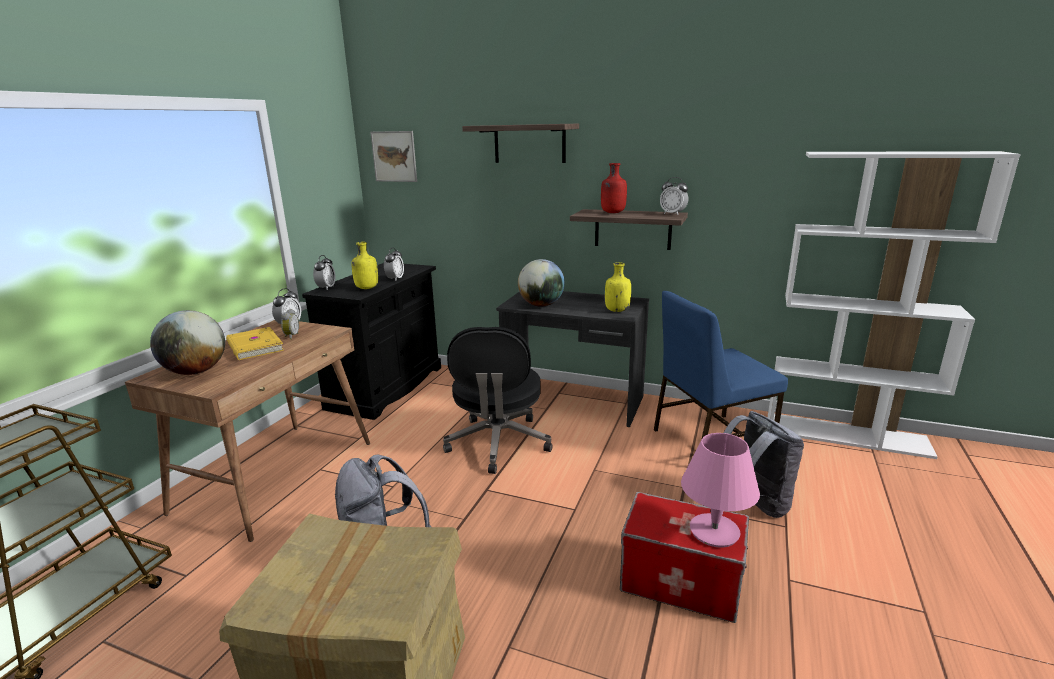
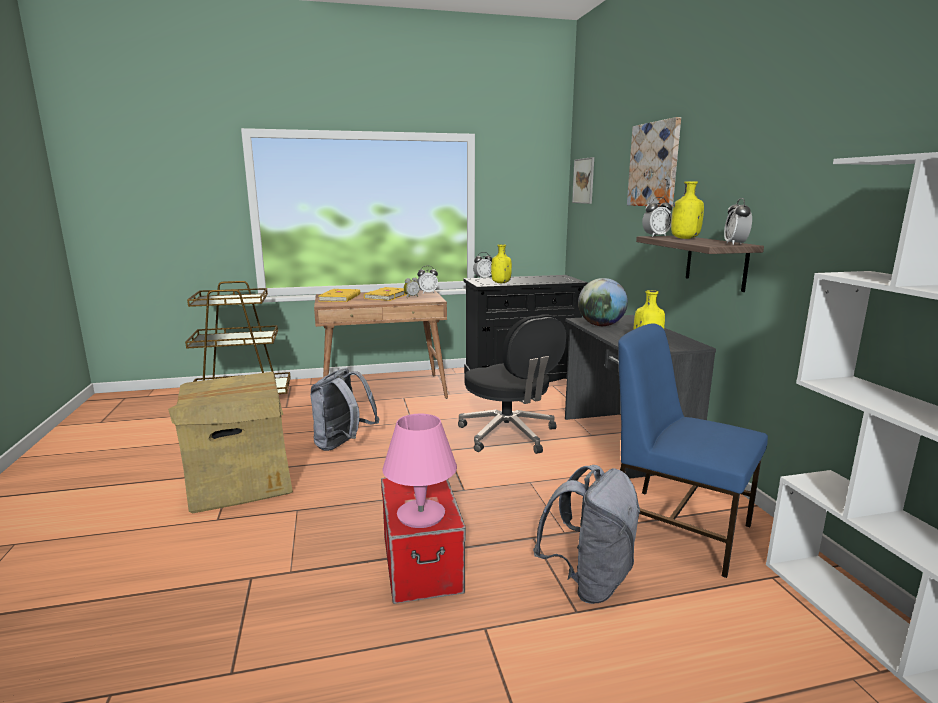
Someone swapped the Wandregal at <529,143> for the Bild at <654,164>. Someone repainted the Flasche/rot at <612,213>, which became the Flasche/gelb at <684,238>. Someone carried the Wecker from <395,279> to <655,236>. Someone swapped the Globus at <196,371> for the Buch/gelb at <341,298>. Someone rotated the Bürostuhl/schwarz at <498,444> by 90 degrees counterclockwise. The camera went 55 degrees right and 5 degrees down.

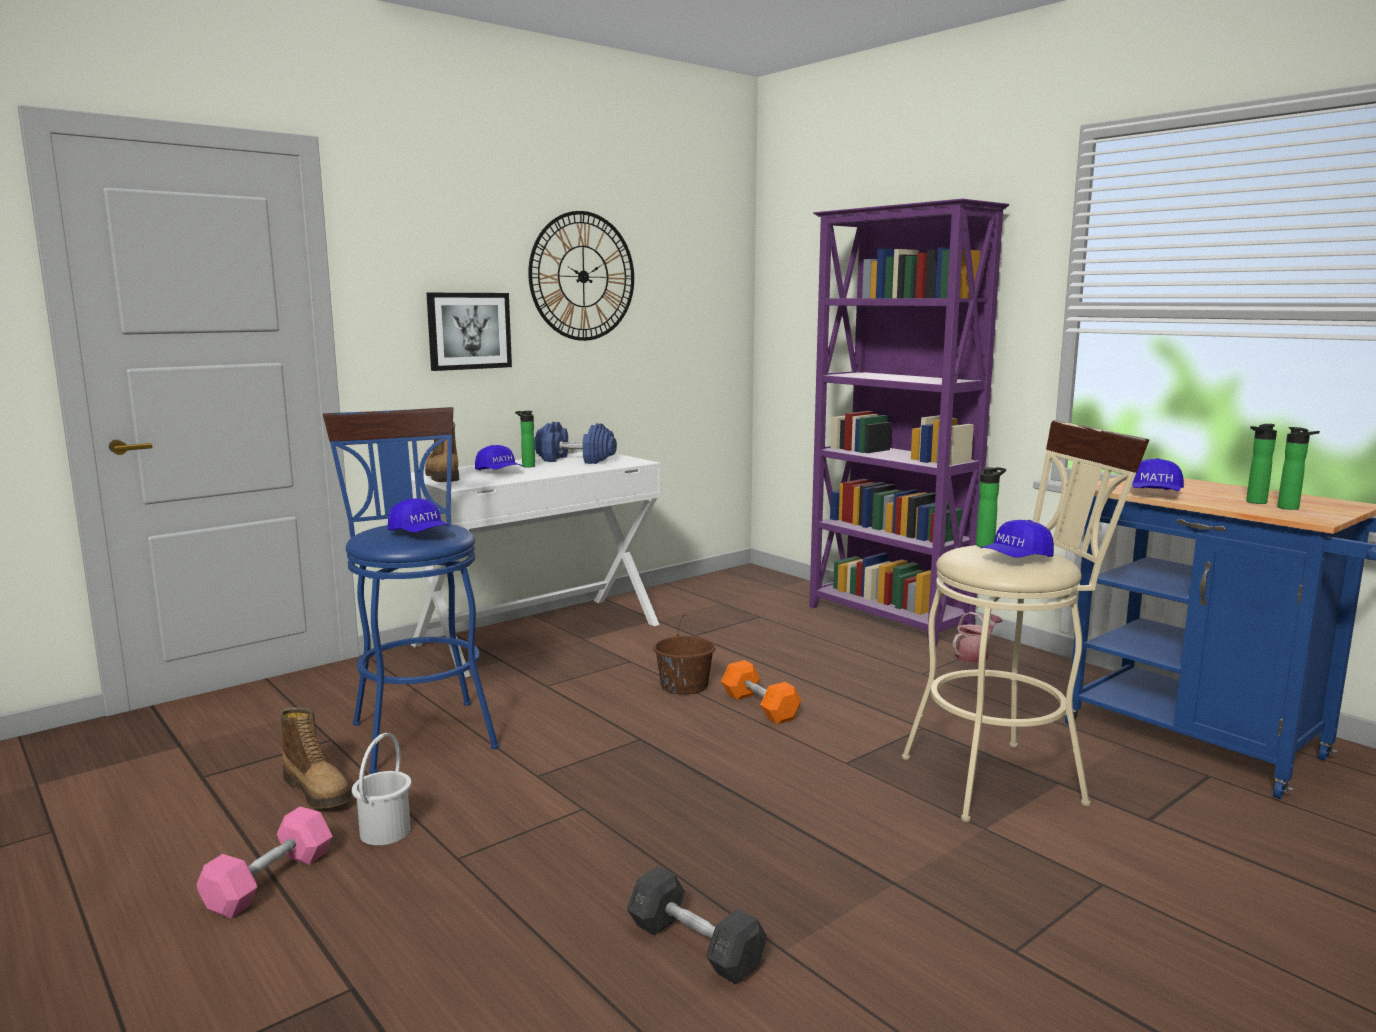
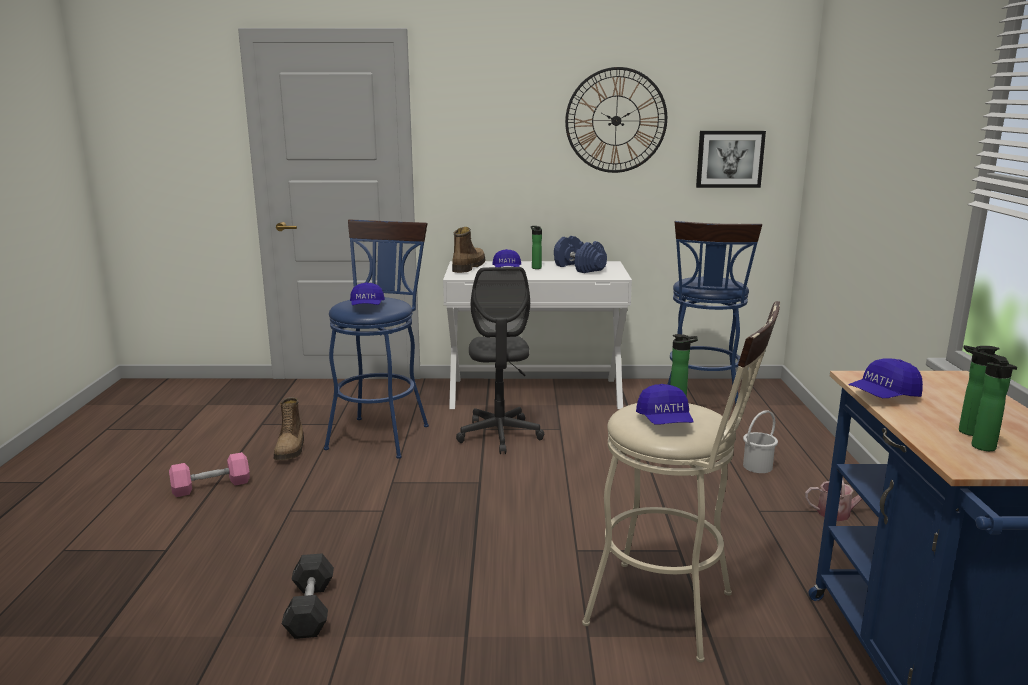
Someone took away the Bücherregal/lila at <888,620>. Someone carried the Bild from <469,331> to <729,159>. Someone rotated the Kappe/blau at <1016,559> by 105 degrees counterclockwise. Someone took away the Eimer/braun at <684,685>. Someone took away the Hantel/orange at <760,707>. Someone carried the Eimer/weiß from <386,832> to <758,467>. Someone put down the Hocker/blau at <702,406>. Someone put down the Bürostuhl/grau at <500,435>. The camera went 40 degrees right and 5 degrees up.

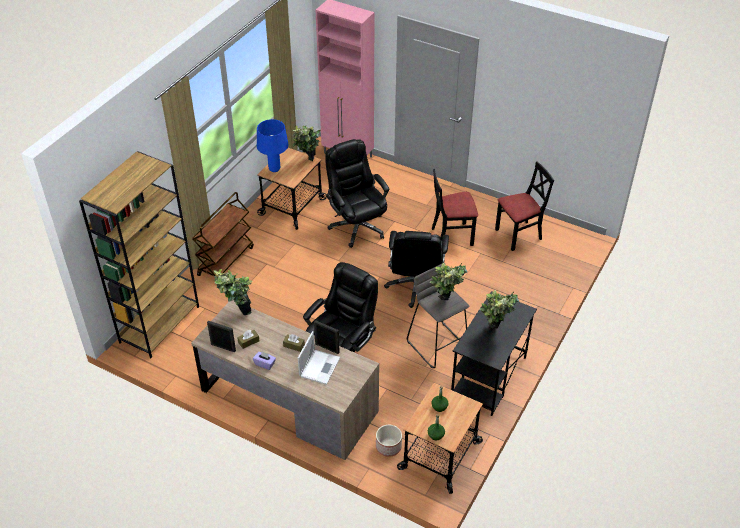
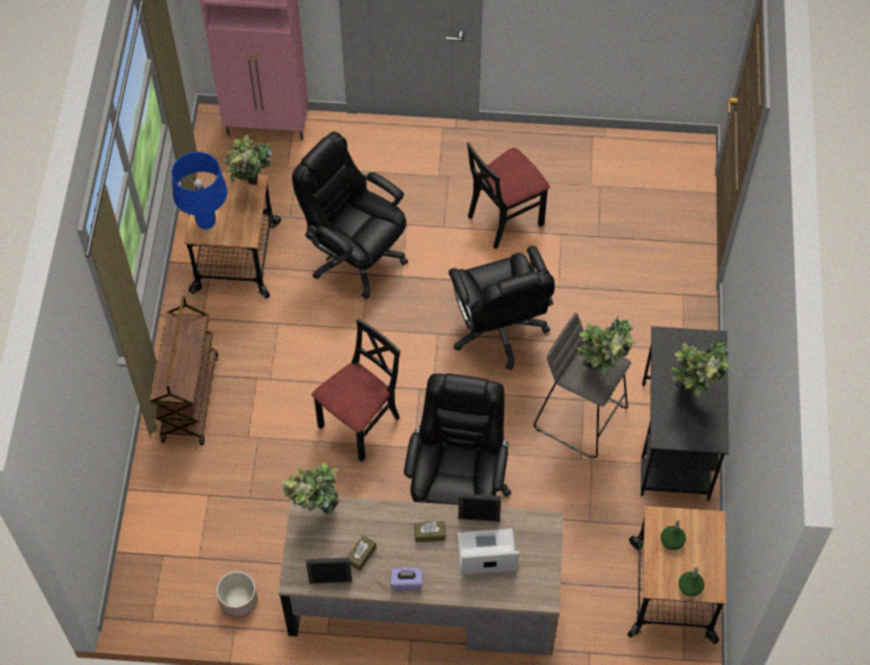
Someone took away the Bücherregal/braun at <159,324>. Someone carried the Stuhl/schwarz from <518,235> to <360,423>. Someone rotated the Laptop at <319,366> by 90 degrees counterclockwise. Someone carried the Pflanzkübel from <388,446> to <238,600>. The camera went 25 degrees left and 15 degrees up.

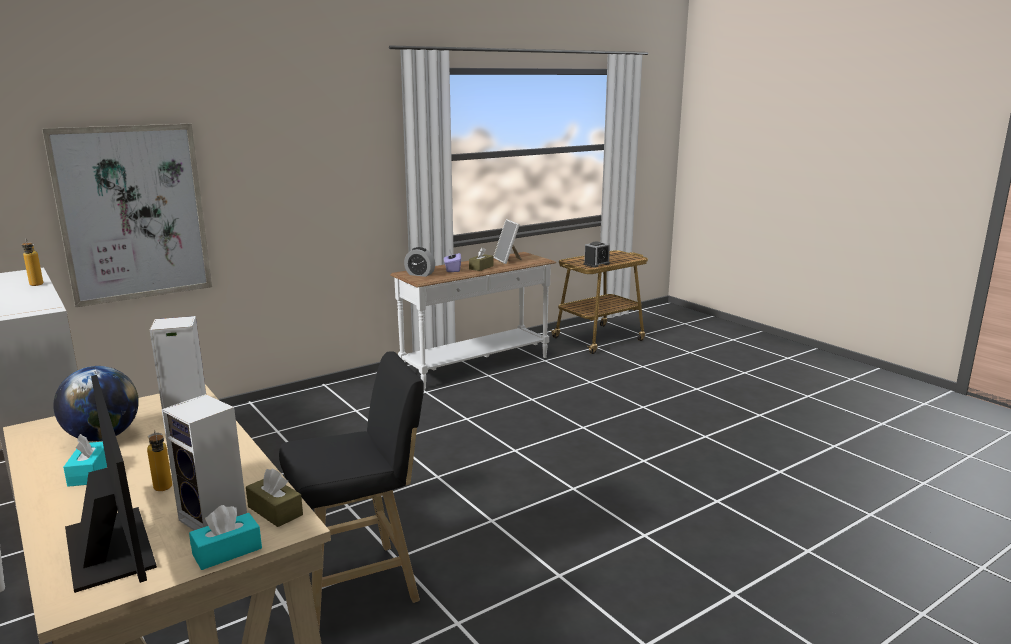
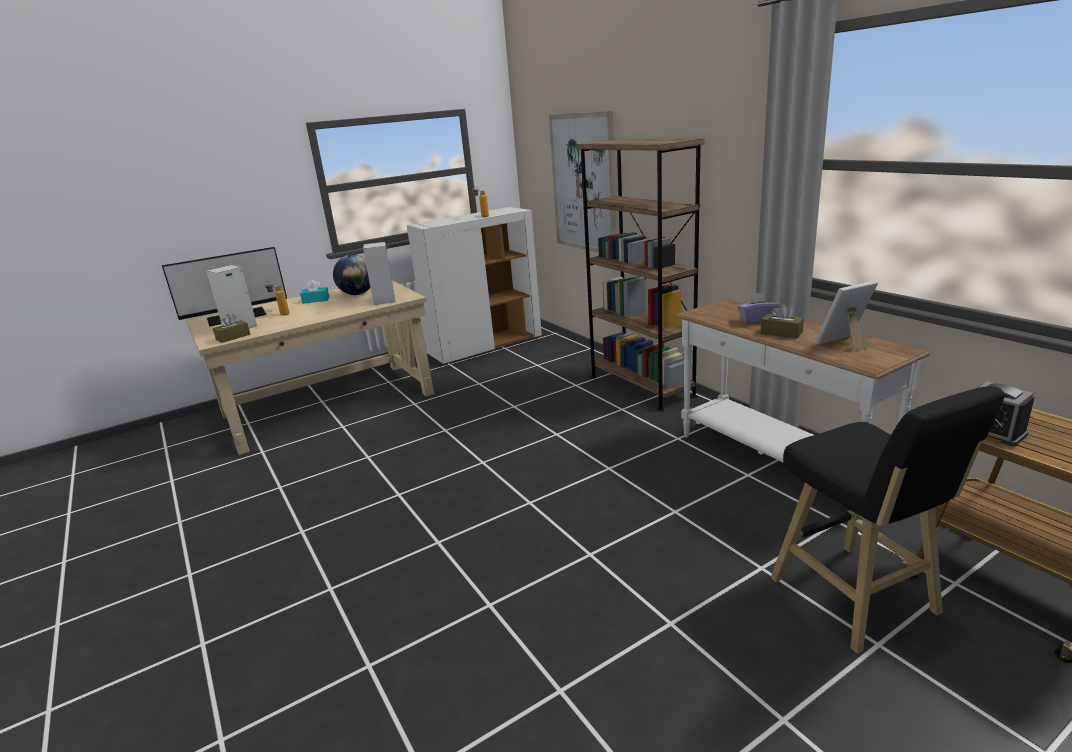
Someone took away the Wecker at <420,274>. Someone carried the Hocker/schwarz from <361,585> to <858,601>. Someone took away the Taschentuchbox/türkis at <227,551>. Someone put down the Bücherregal/braun at <641,386>. The camera went 95 degrees right and 5 degrees up.

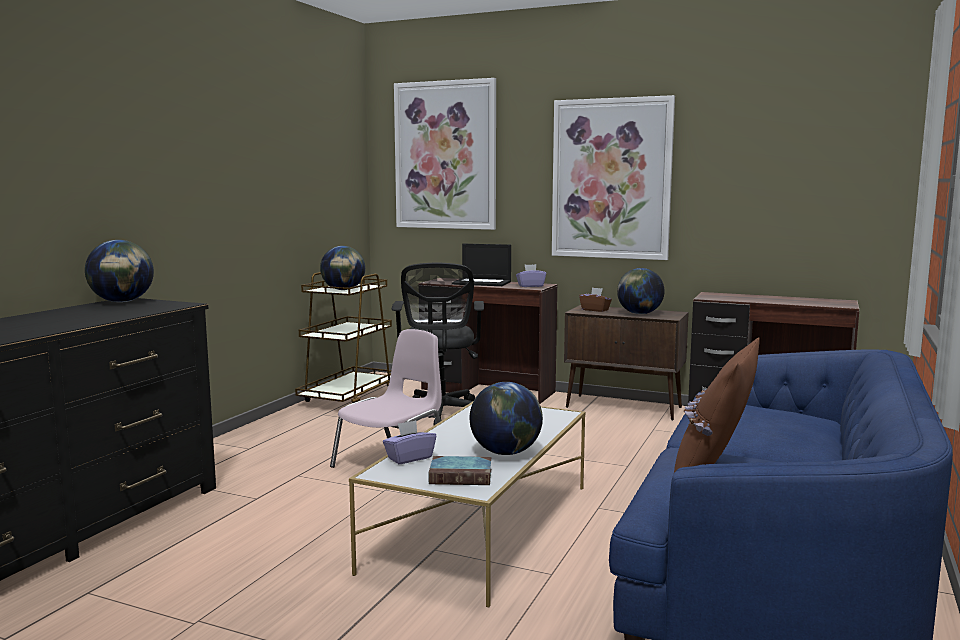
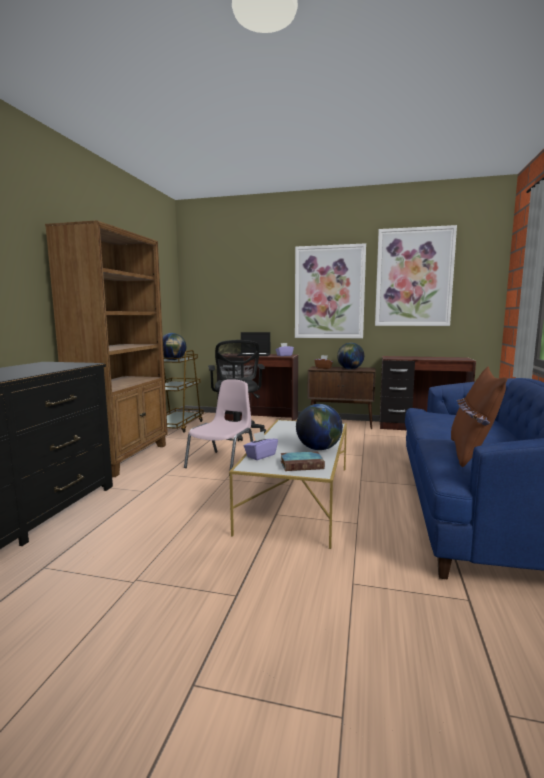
Someone carried the Bild from <445,155> to <414,277>. Someone took away the Globus at <122,302>. Someone put down the Bücherregal/braun at <124,457>. The camera went 10 degrees left and 0 degrees up.

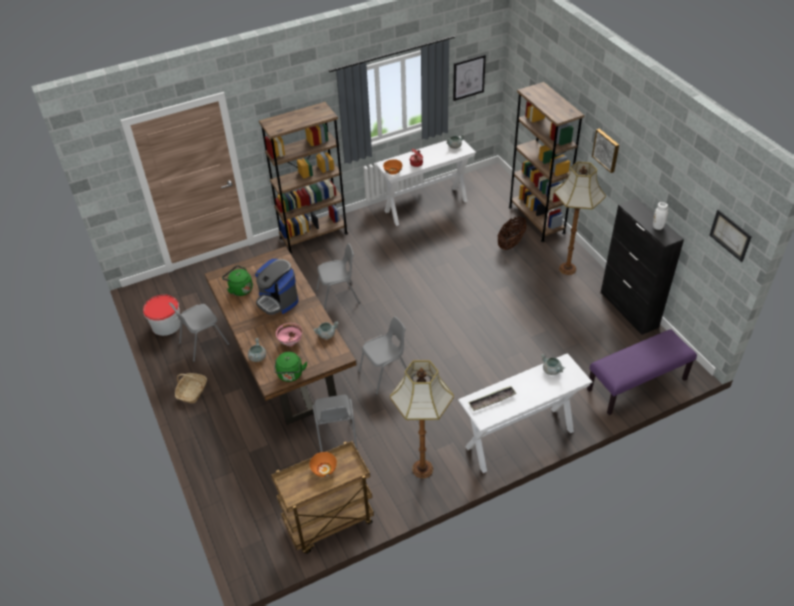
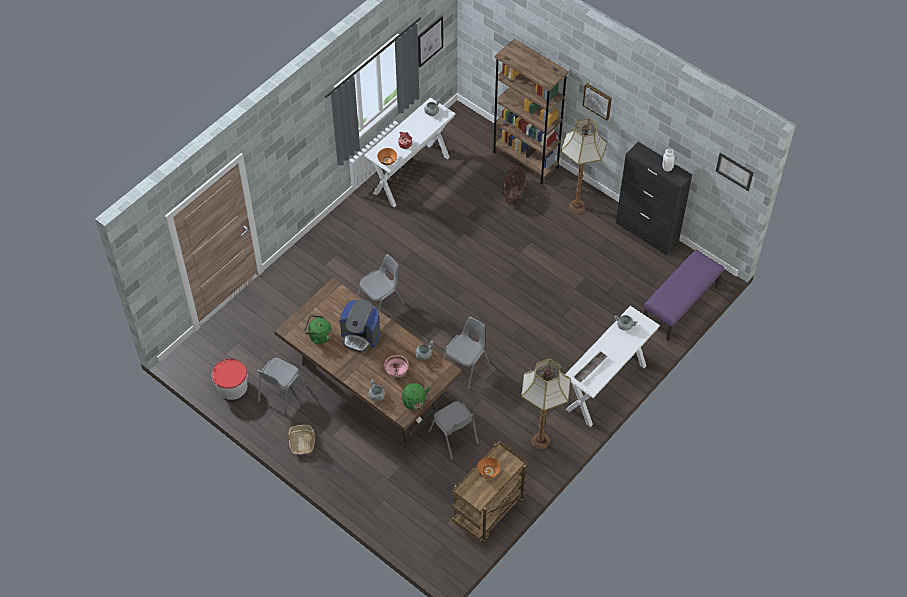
Someone took away the Bücherregal/braun at <313,235>. The camera went 25 degrees left and 10 degrees up.

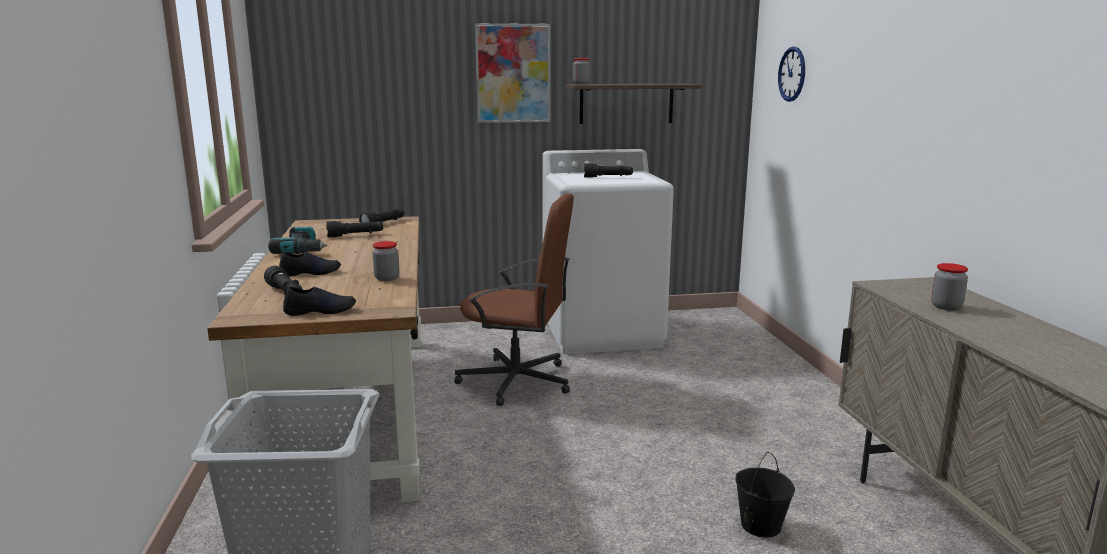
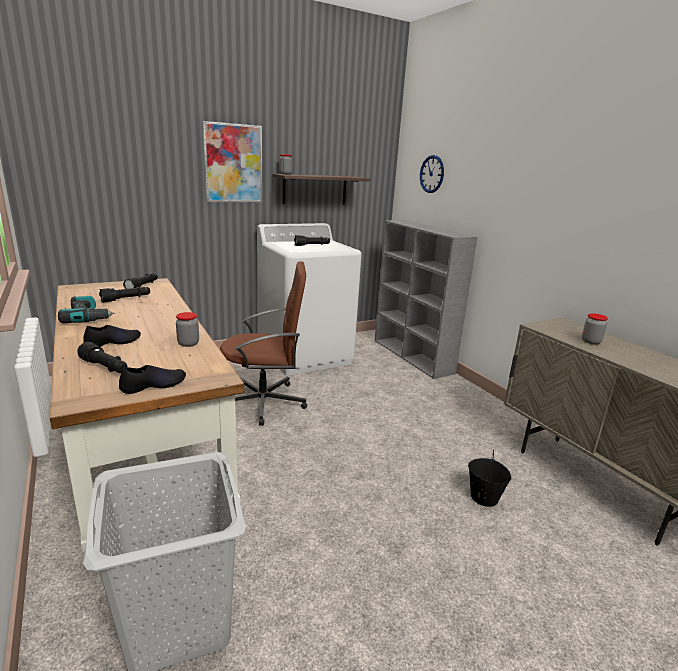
Someone put down the Bücherregal/grau at <413,356>. The camera went 20 degrees left and 5 degrees up.

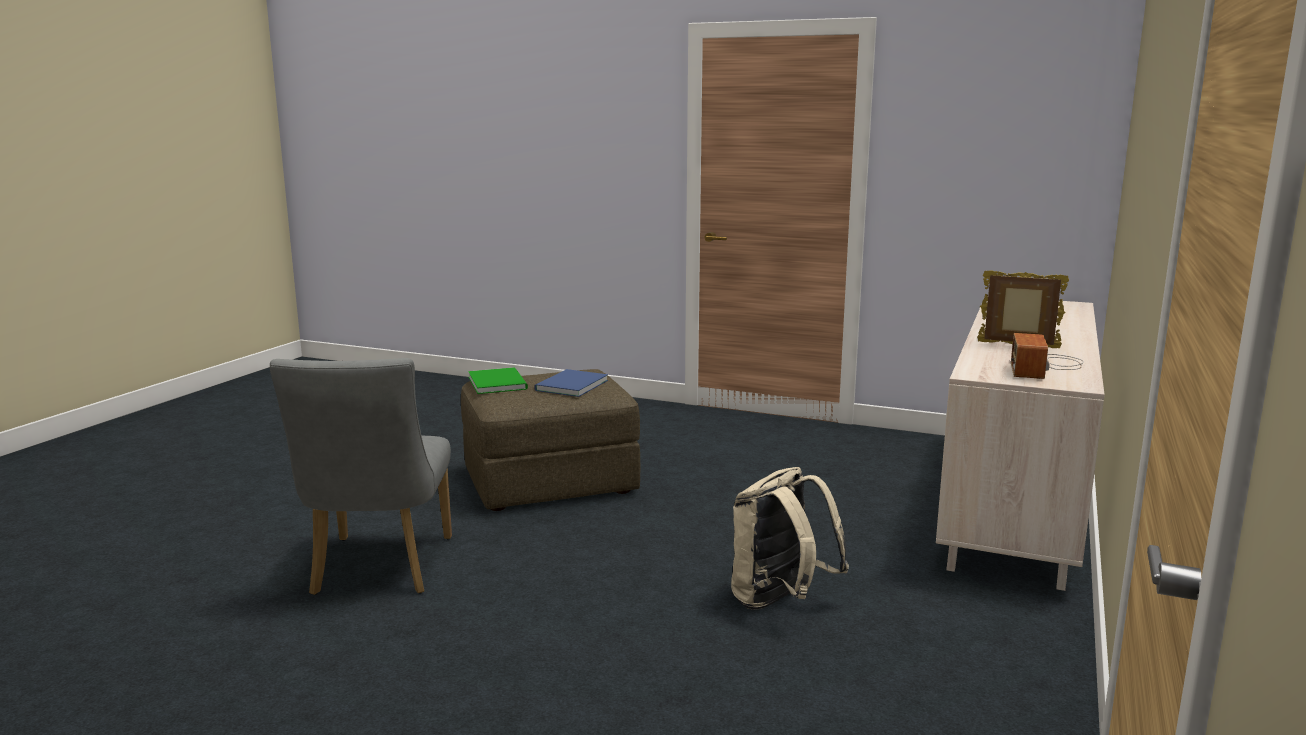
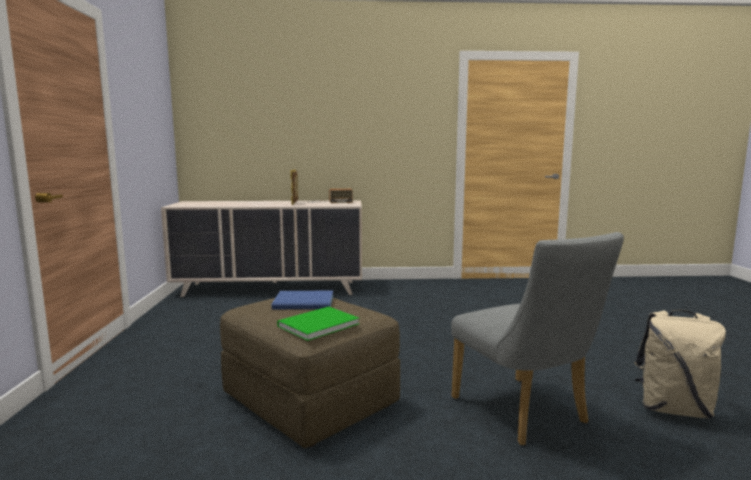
Someone rotated the Stuhl/grau at <379,571> by 90 degrees clockwise. Someone carried the Rucksack/beige from <779,602> to <673,409>. The camera went 115 degrees left and 5 degrees down.

